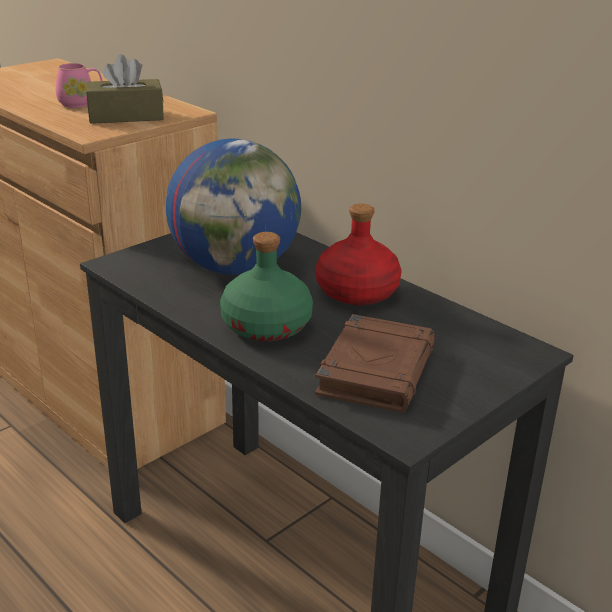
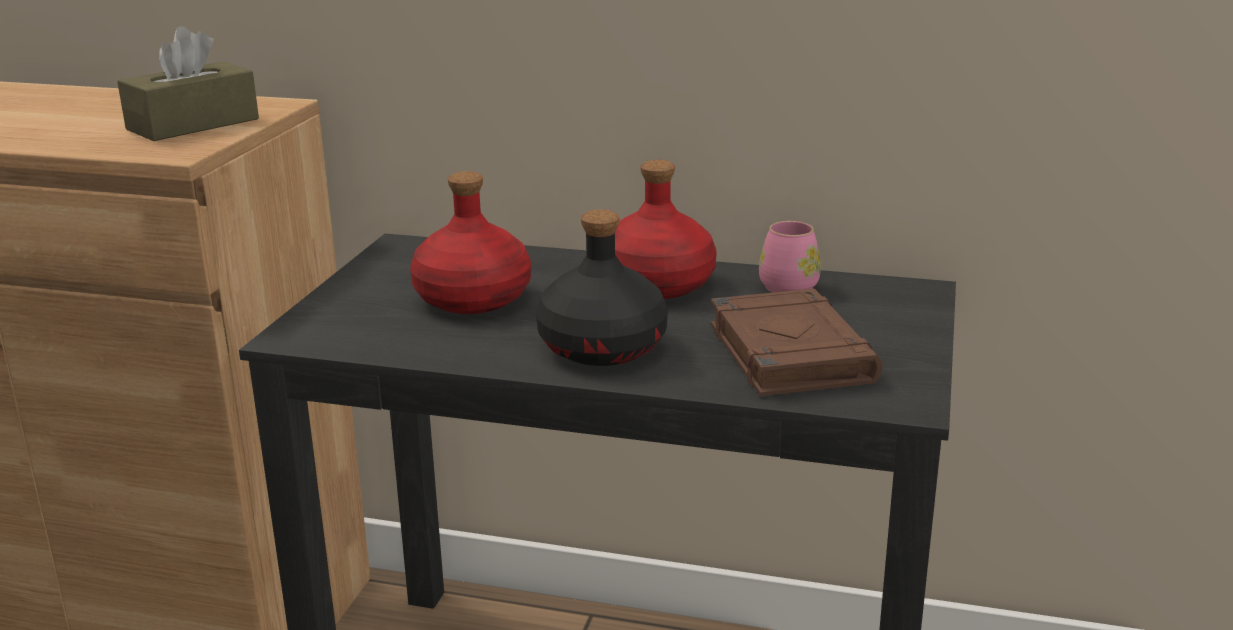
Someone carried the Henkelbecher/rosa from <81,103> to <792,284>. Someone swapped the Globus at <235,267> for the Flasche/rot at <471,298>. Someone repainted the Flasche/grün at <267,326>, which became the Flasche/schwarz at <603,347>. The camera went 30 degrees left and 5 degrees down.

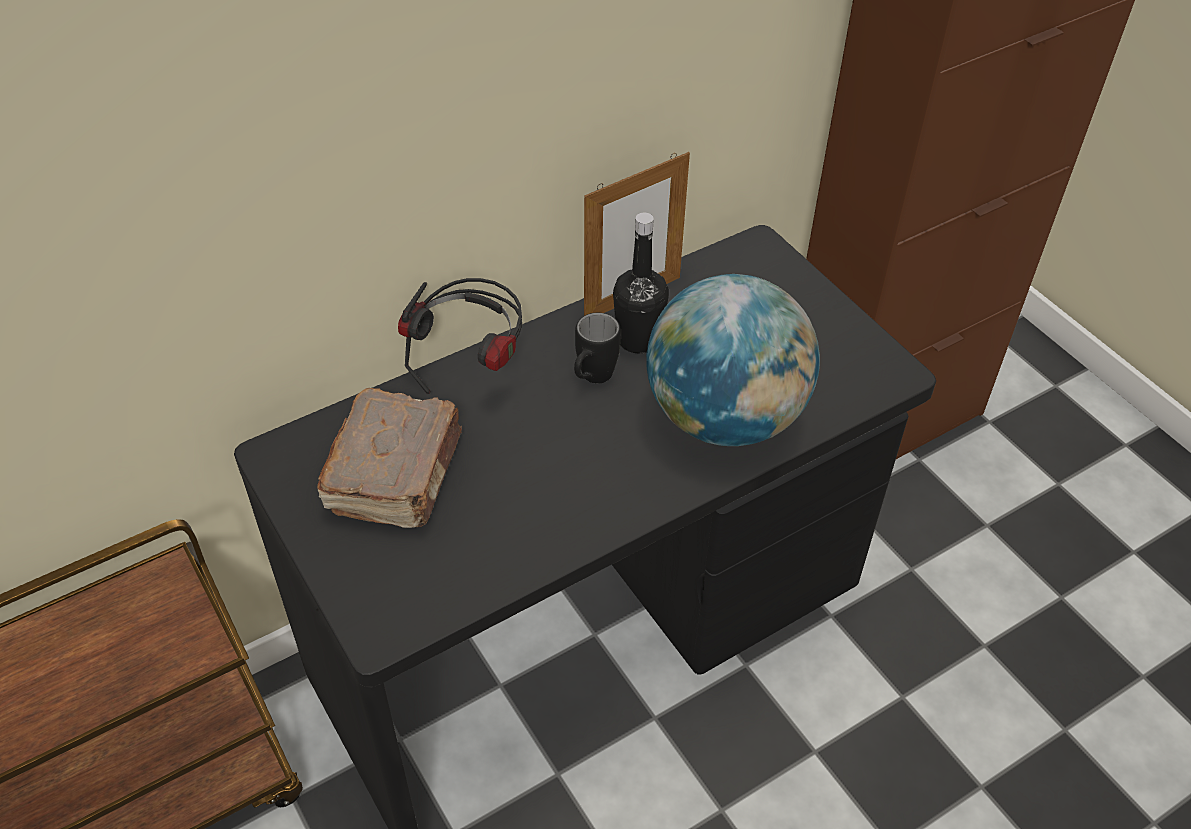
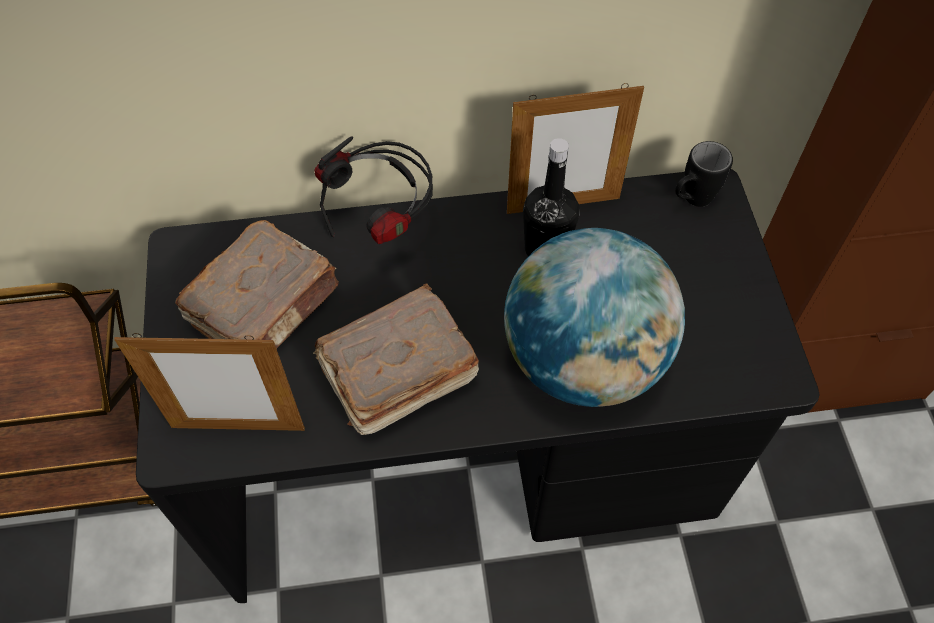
Someone carried the Henkelbecher/schwarz from <592,379> to <691,200>. Someone put down the Buch/braun at <395,374>. Someone put down the Bilderrahmen at <238,428>. The camera went 25 degrees right and 10 degrees up.

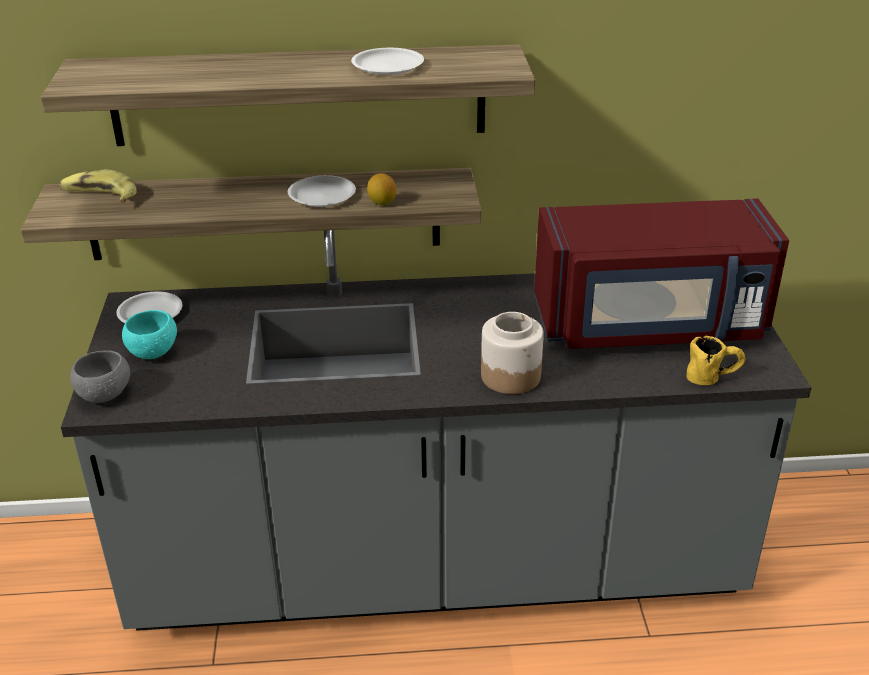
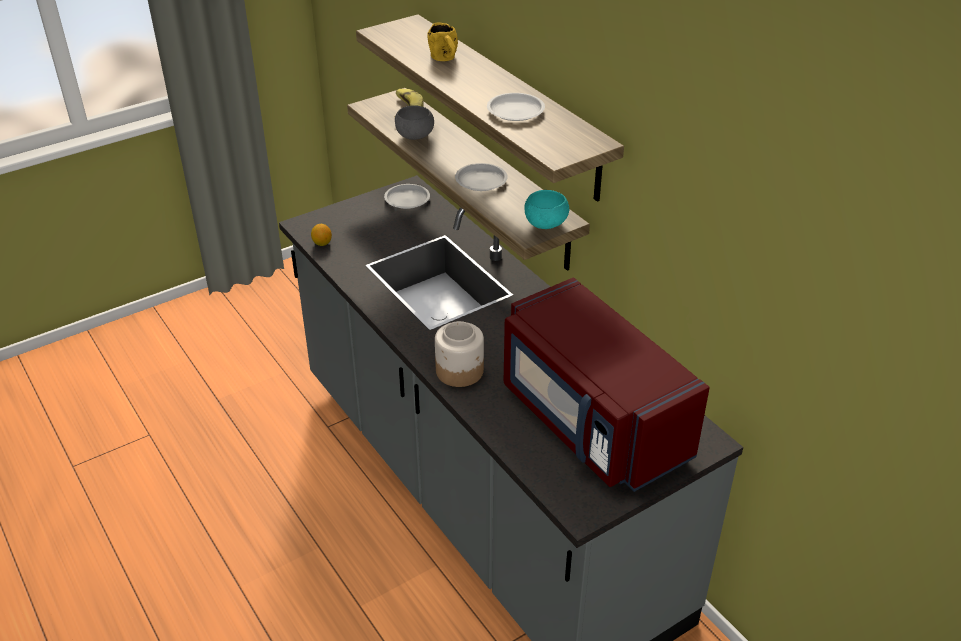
Someone carried the Zitrone from <382,203> to <322,243>. Someone carried the Schüssel/türkis from <153,352> to <545,224>. Someone carried the Henkelbecher/gelb from <713,377> to <446,60>. Someone carried the Schüssel/grau from <104,395> to <415,136>. The camera went 60 degrees right and 5 degrees up.

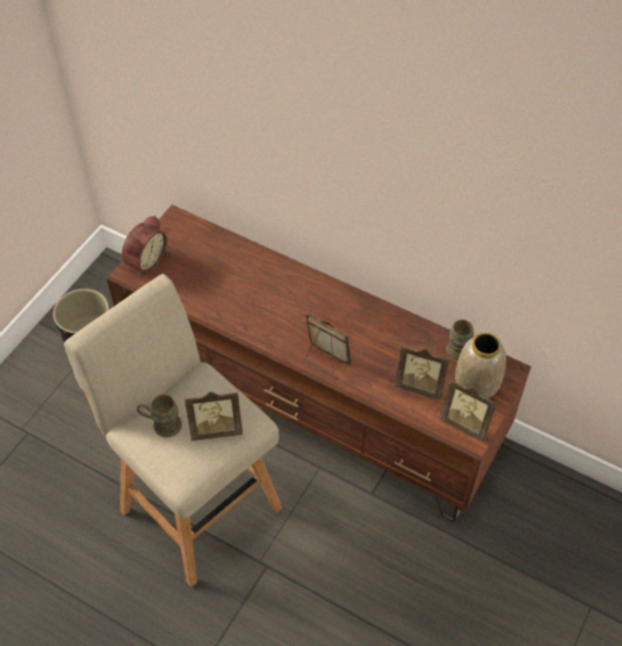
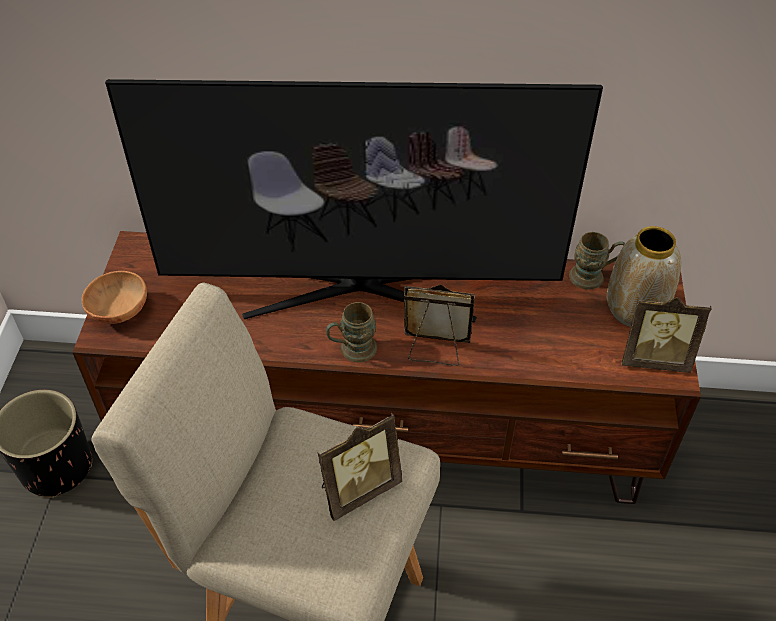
Someone swapped the Wecker at <145,261> for the Schüssel/braun at <118,311>. Someone took away the Bilderrahmen at <420,385>. Someone carried the Henkelbecher/braun from <161,425> to <352,350>. Someone put down the Fernseher at <359,291>. The camera went 25 degrees left and 5 degrees down.

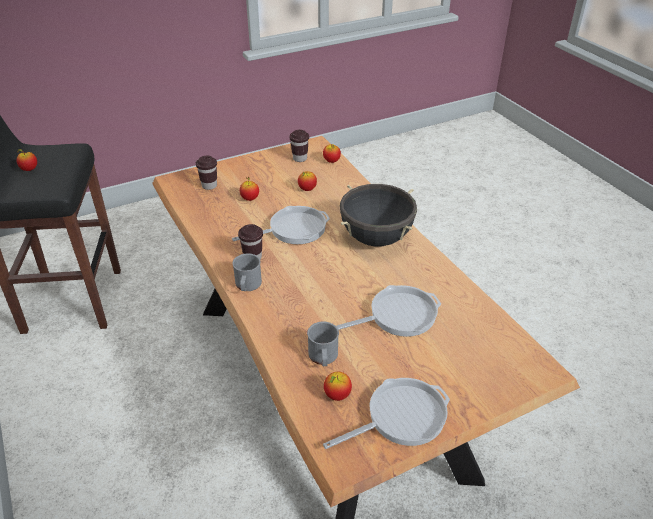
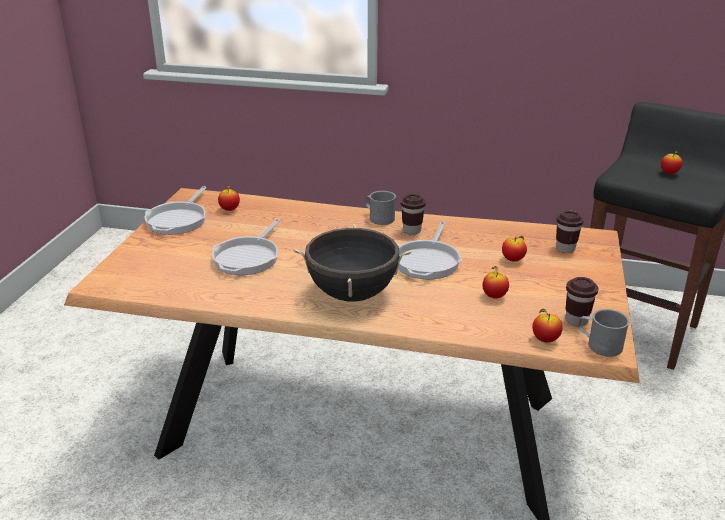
Someone carried the Henkelbecher/grau from <323,358> to <599,344>. The camera went 130 degrees right and 10 degrees down.

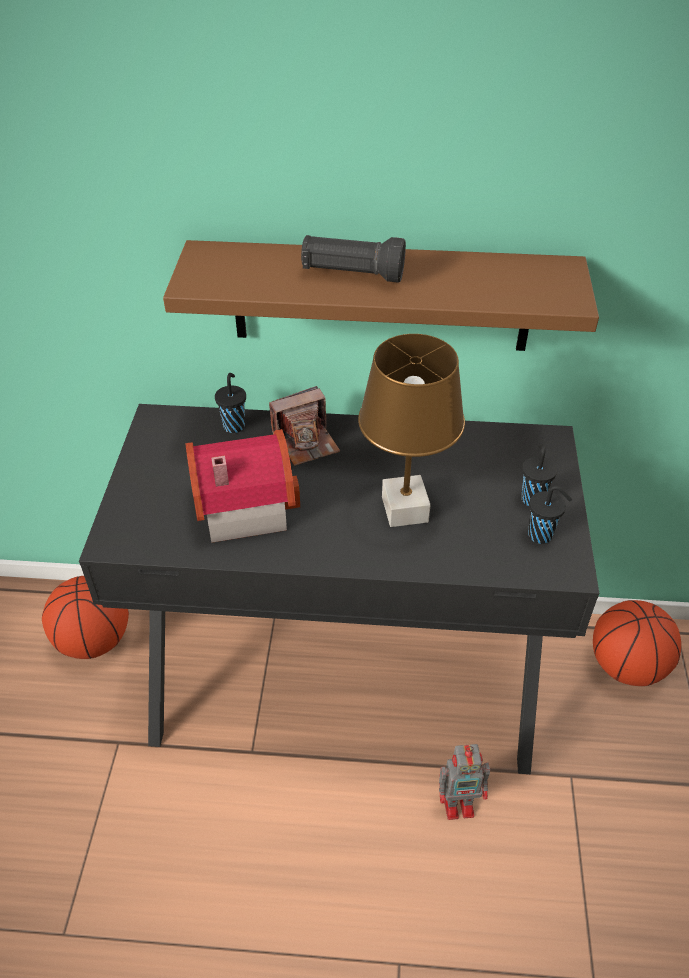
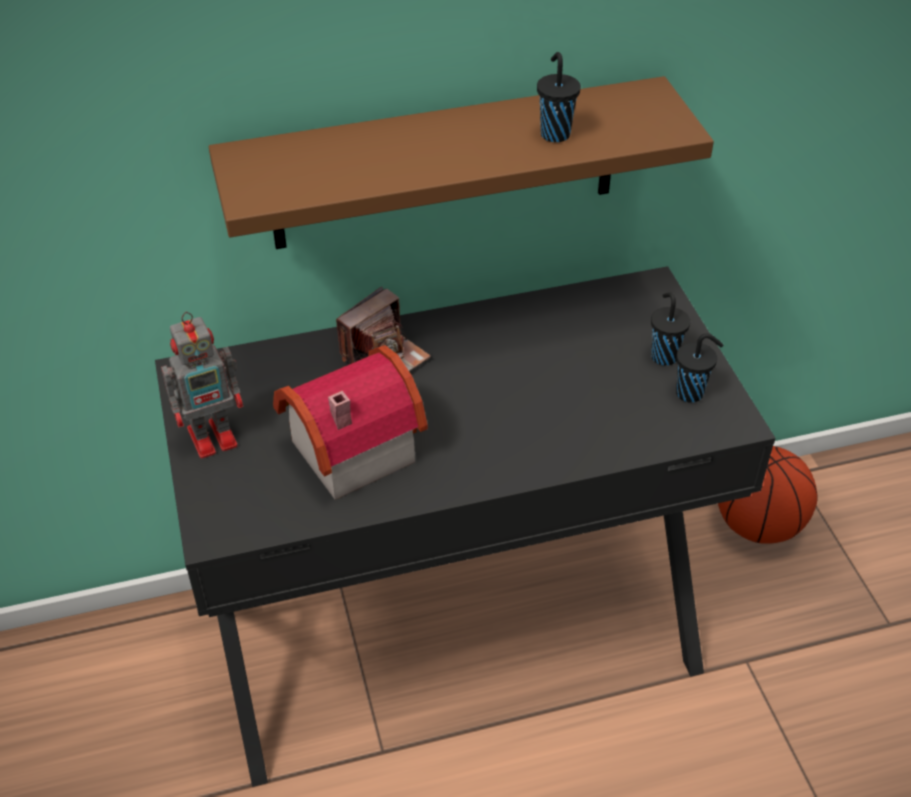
Someone took away the Taschenlampe/schwarz at <352,274>. Someone took away the Tischlampe/braun at <405,510>. Someone carried the Tasse/schwarz from <234,425> to <554,133>. Someone took away the Basketball at <94,640>. Someone carried the Spielzeugroboter from <460,802> to <215,436>. The camera went 20 degrees left and 0 degrees up.

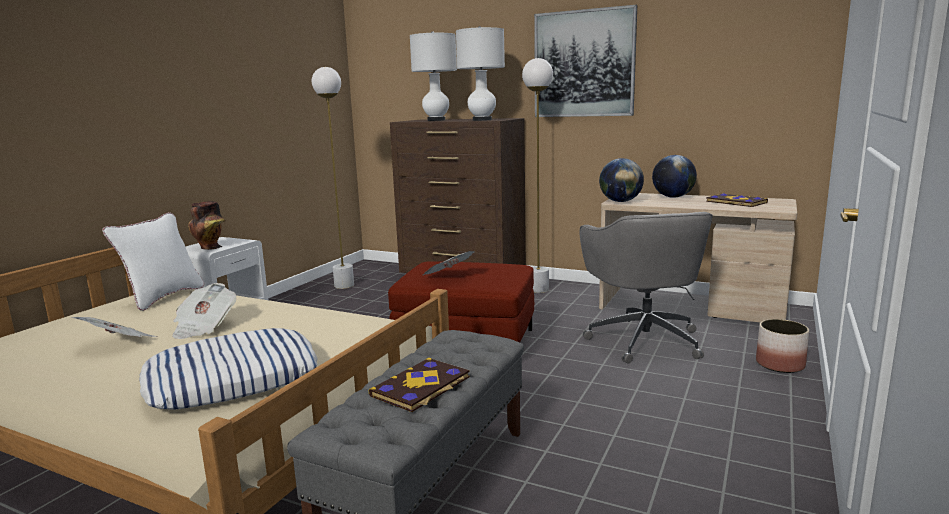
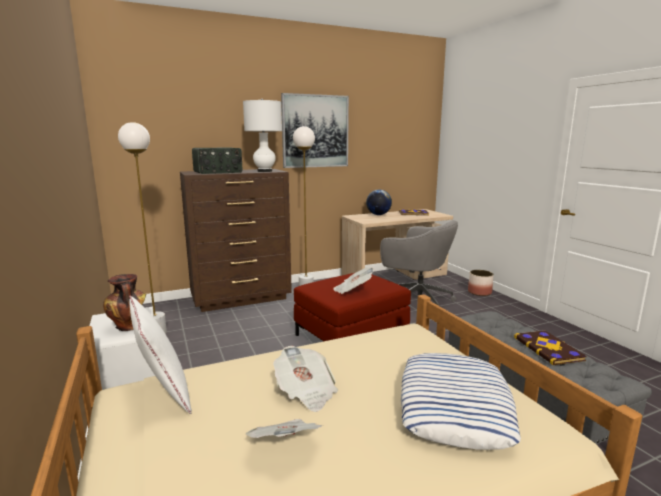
Someone swapped the Tischlampe/weiß at <436,120> for the Radio at <218,172>. Someone took away the Globus at <620,201>. The camera went 50 degrees left and 0 degrees up.

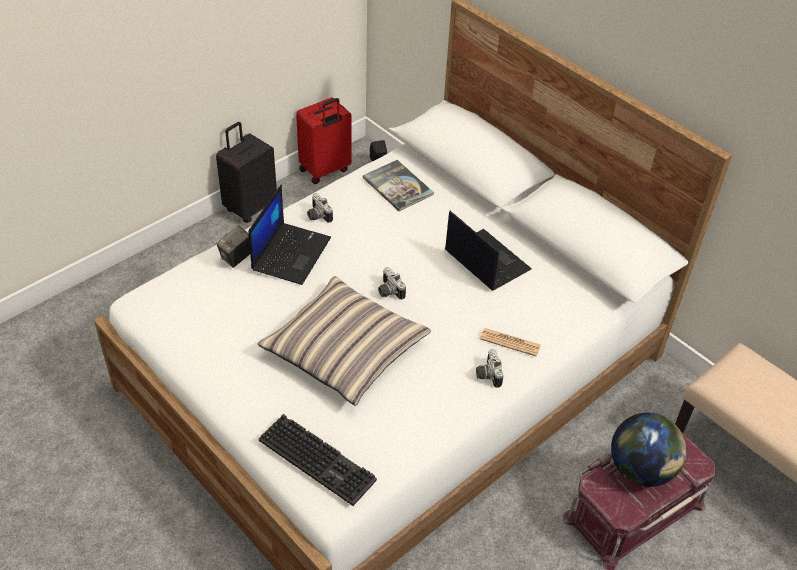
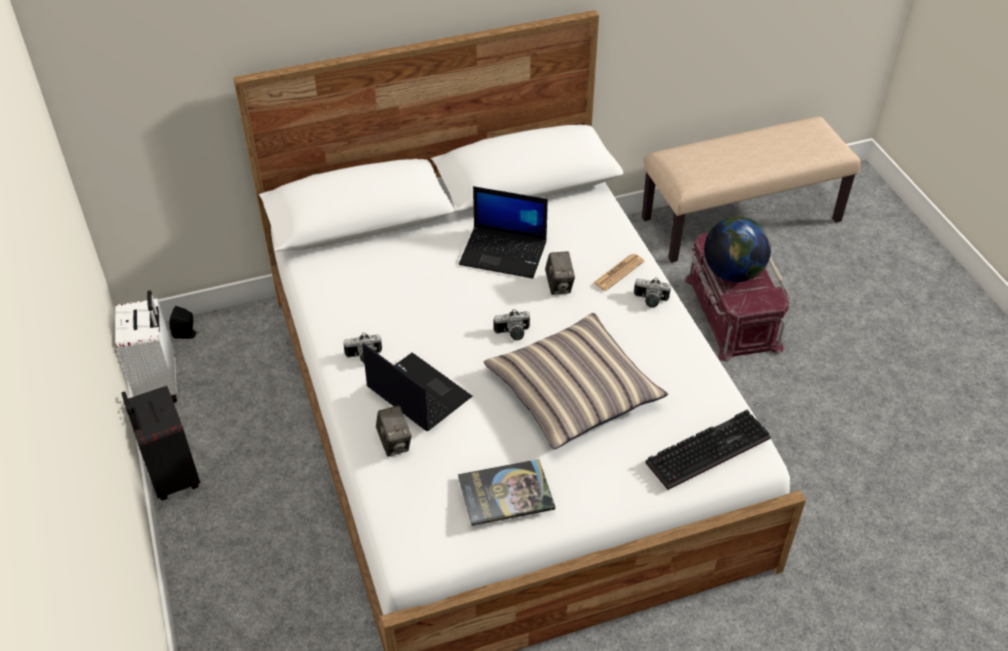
Someone repainted the Koffer/rot at <325,171>, which became the Koffer/weiß at <160,385>. Someone carried the Buch from <397,186> to <506,493>. Someone rotated the Laptop at <485,260> by 150 degrees counterclockwise. Someone put down the Kamera at <559,285>. The camera went 65 degrees left and 0 degrees up.

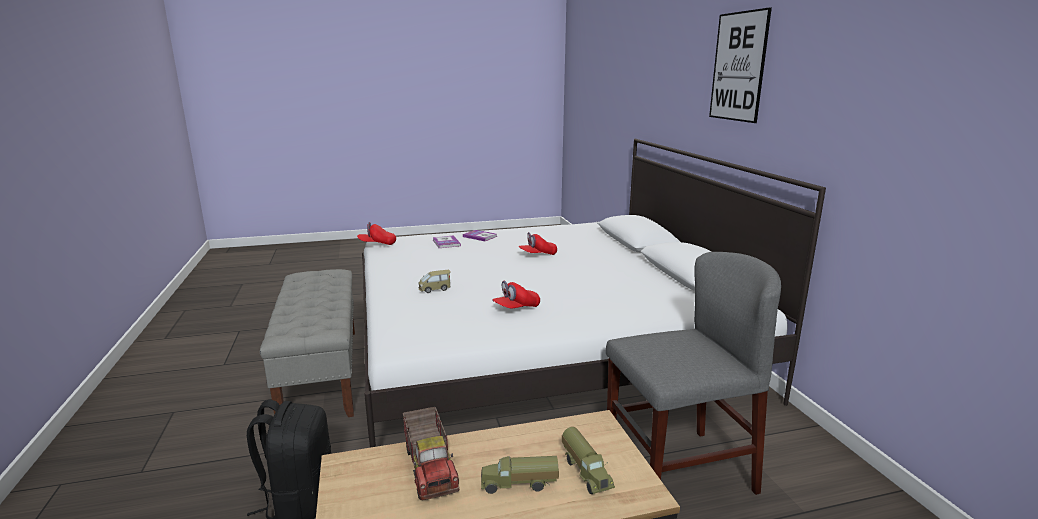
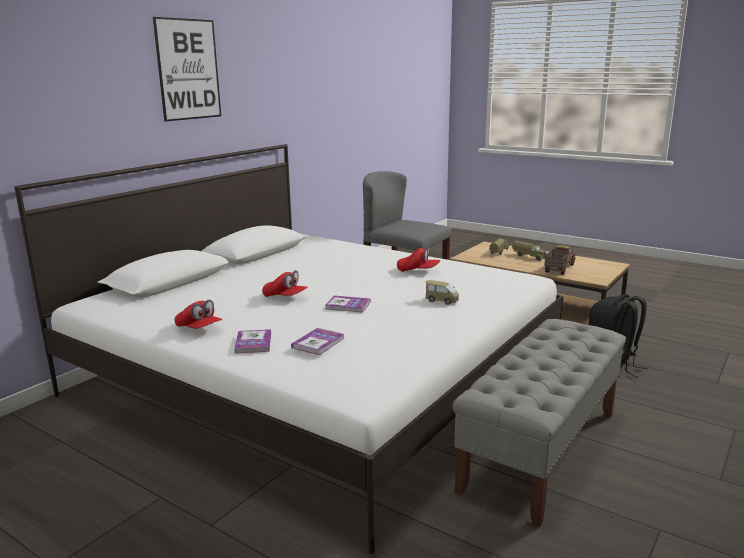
Someone carried the Kappe/rot from <377,244> to <199,329>. Someone put down the Buch at <348,305>. The camera went 130 degrees left and 0 degrees up.

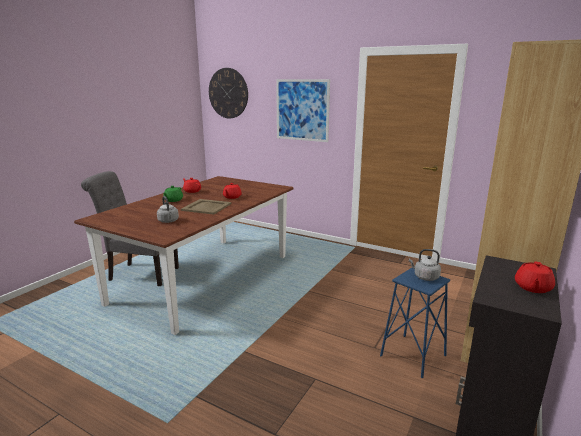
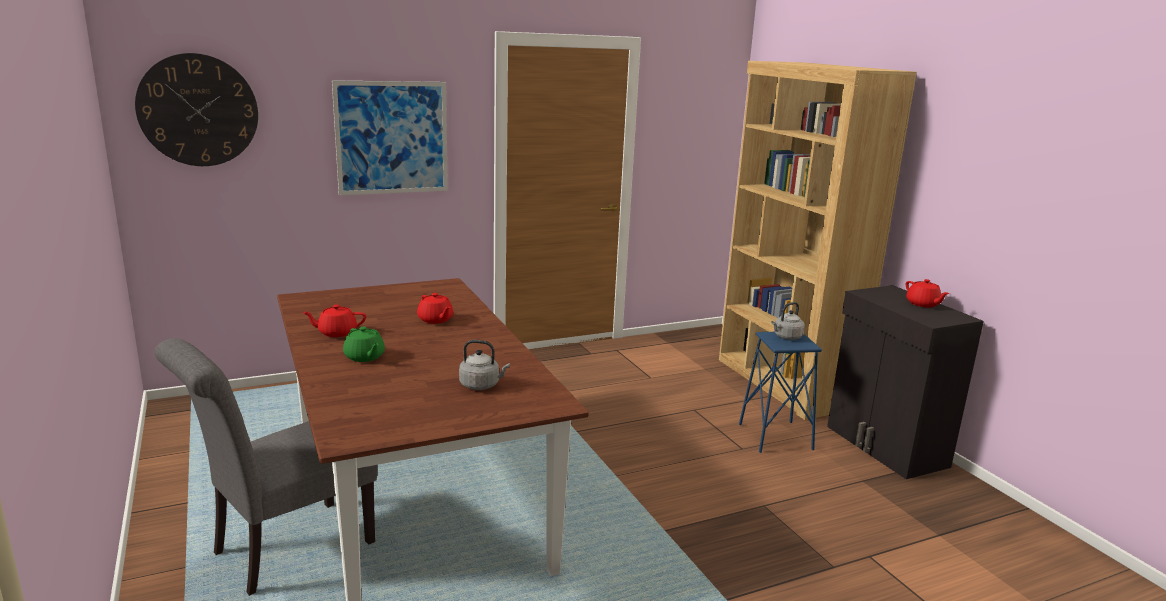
Someone took away the Tablett/beige at <206,207>. The camera went 55 degrees left and 0 degrees up.

